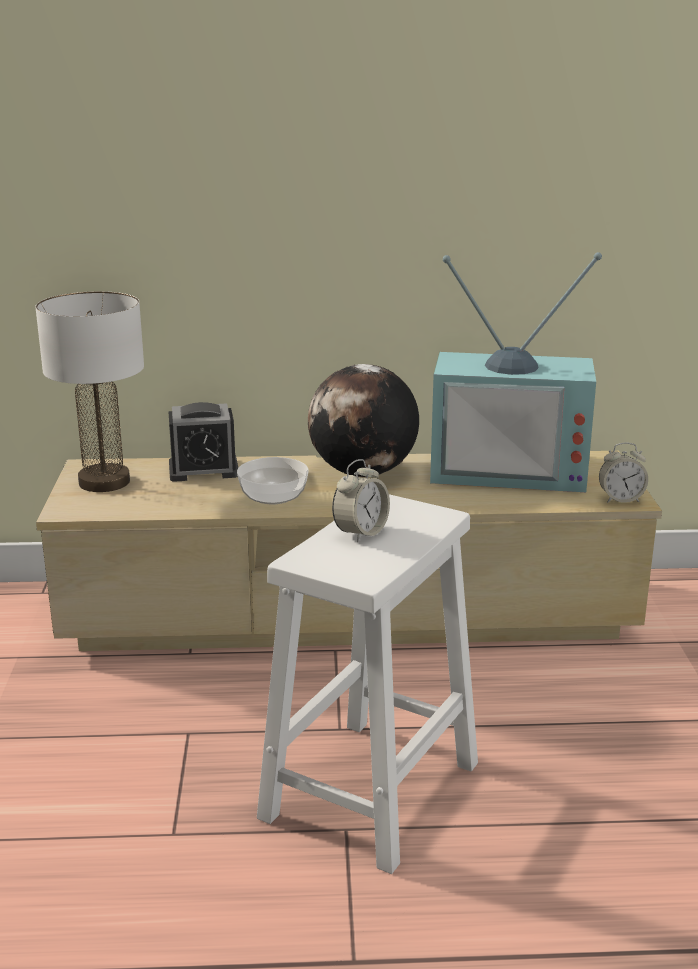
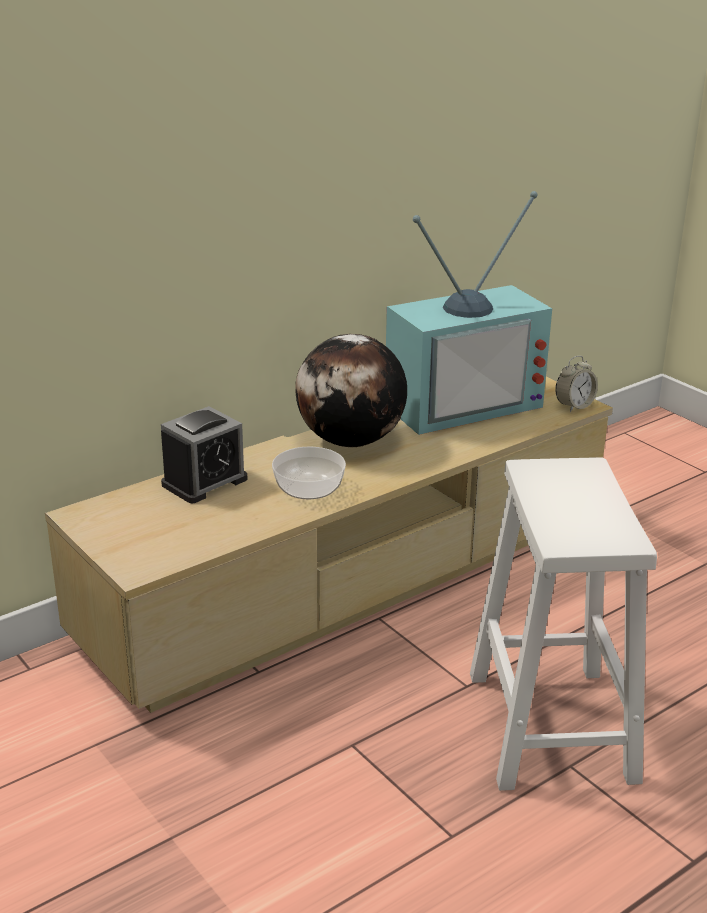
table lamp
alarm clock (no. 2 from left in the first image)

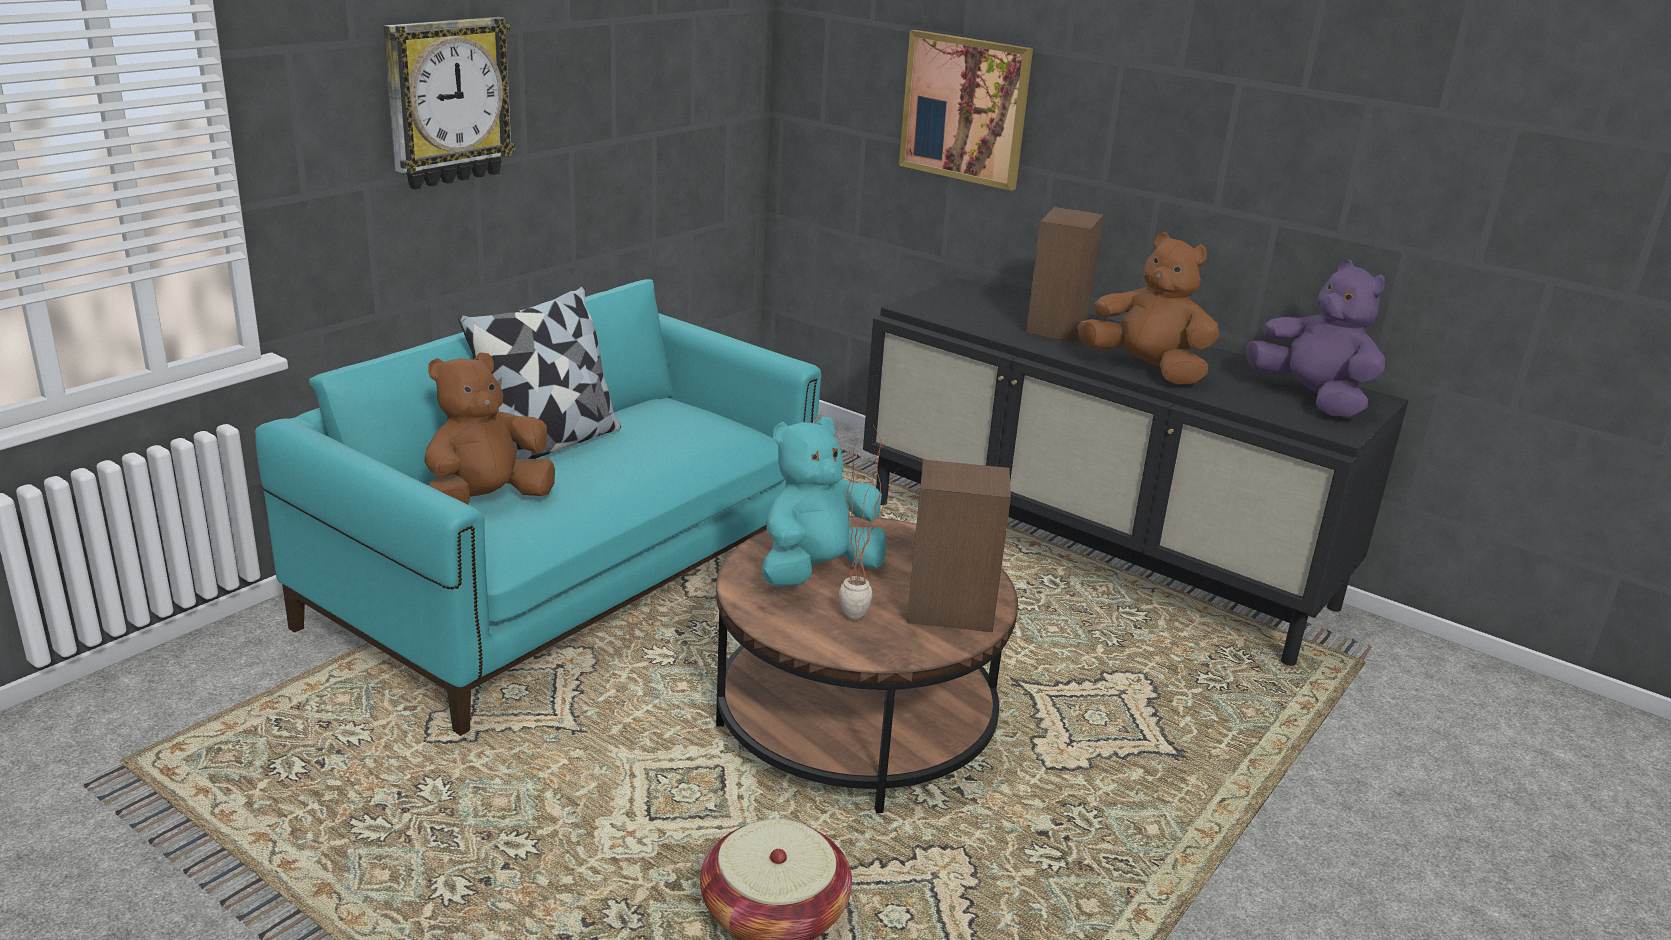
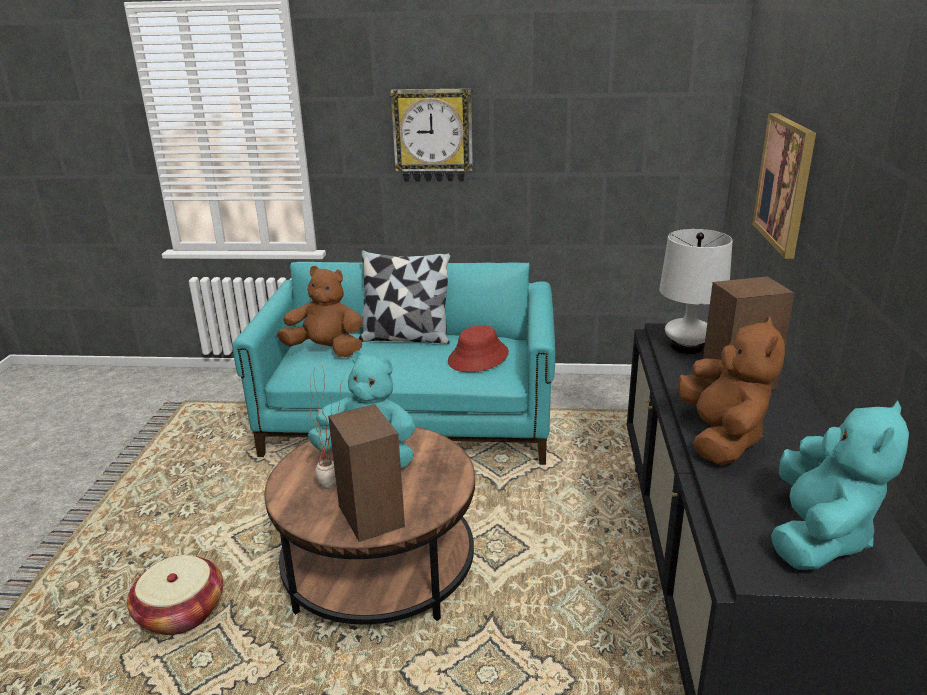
red hat
white table lamp
turquoise plush toy (no. 2 from left)

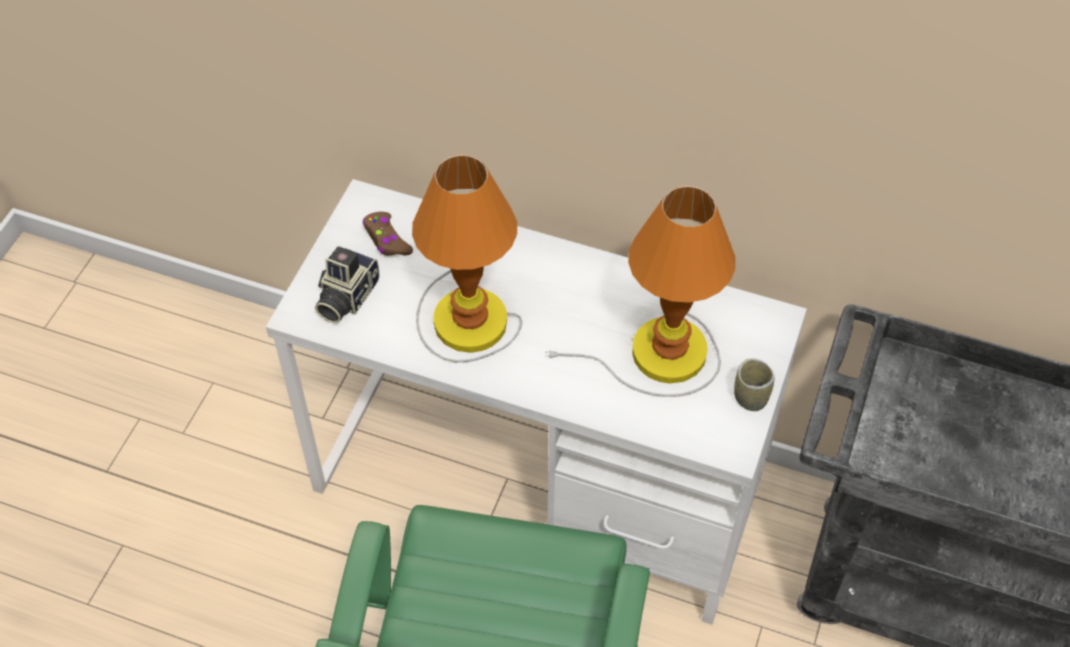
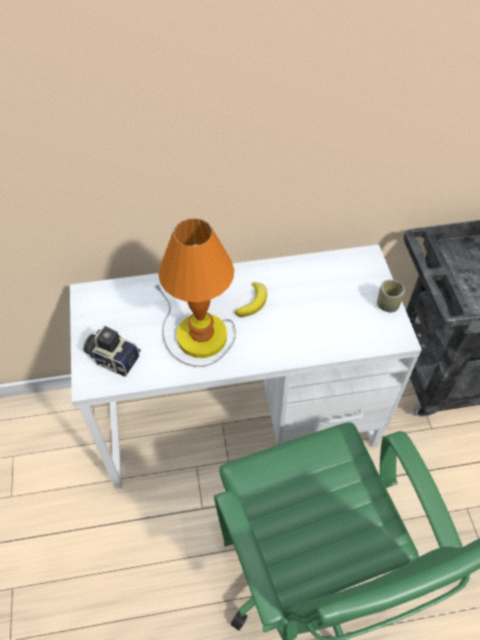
photo camera
banana
brown game controller
table lamp (no. 2 from left in the first image)

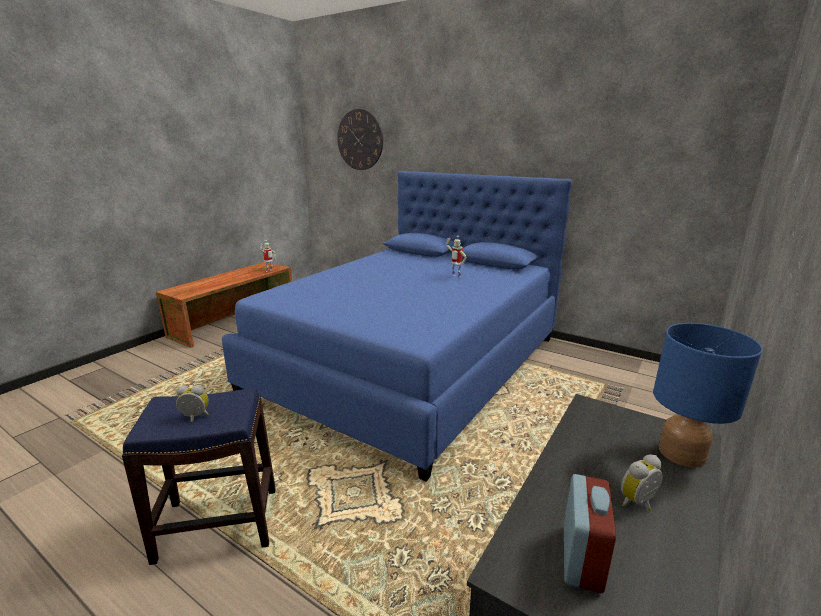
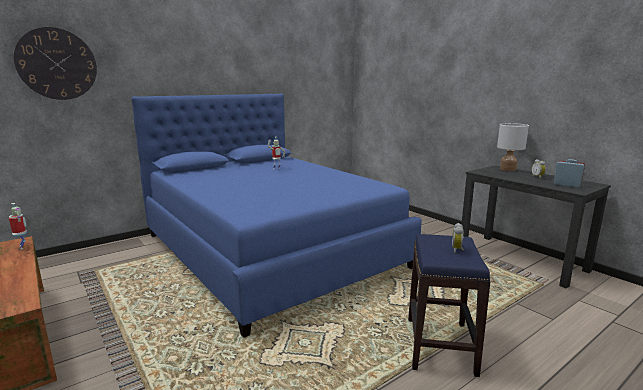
grey table lamp

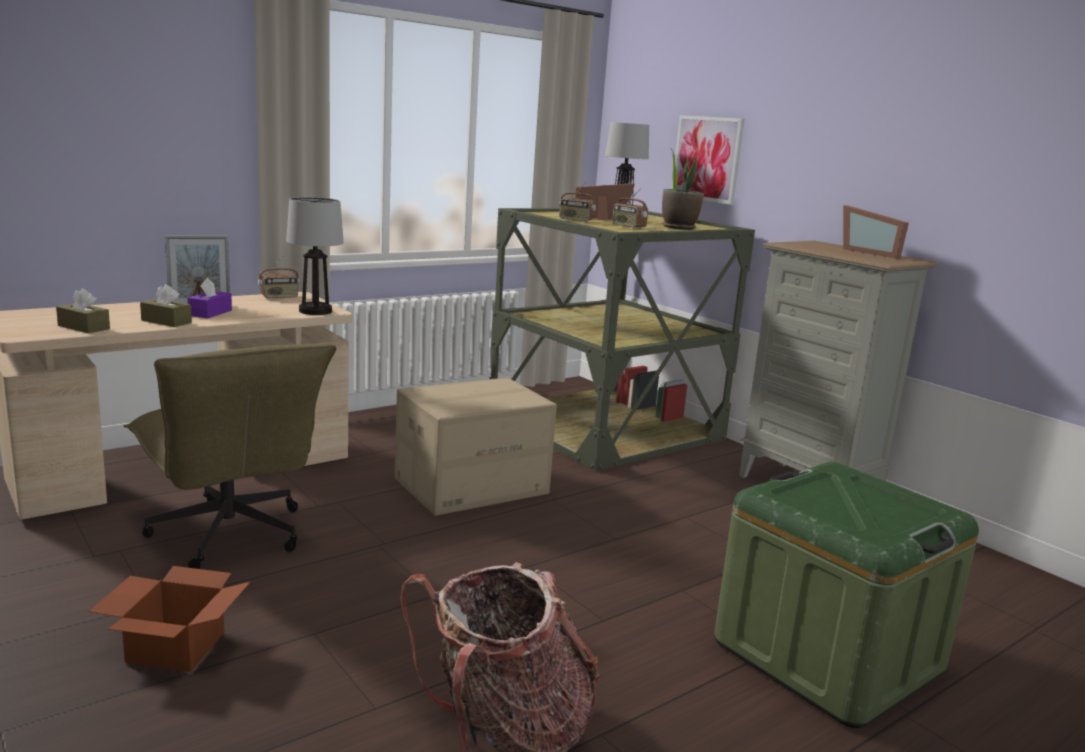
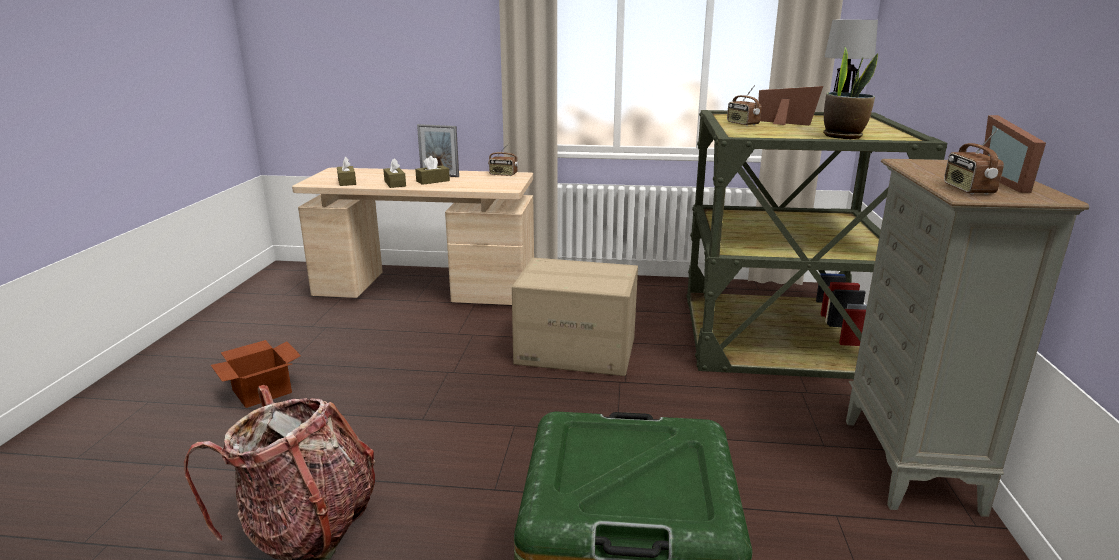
brown tissue box (no. 3 from left)
radio (no. 3 from left)
beige office chair
table lamp (no. 1 from left in the first image)
picture

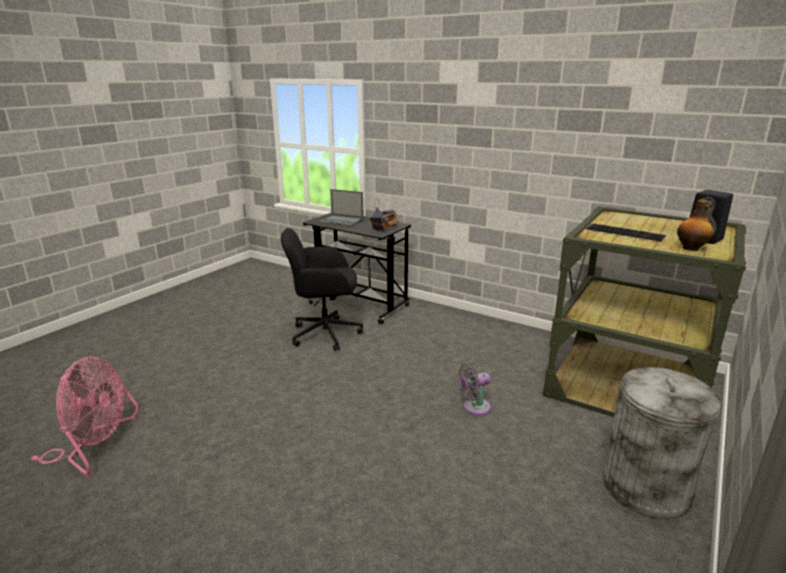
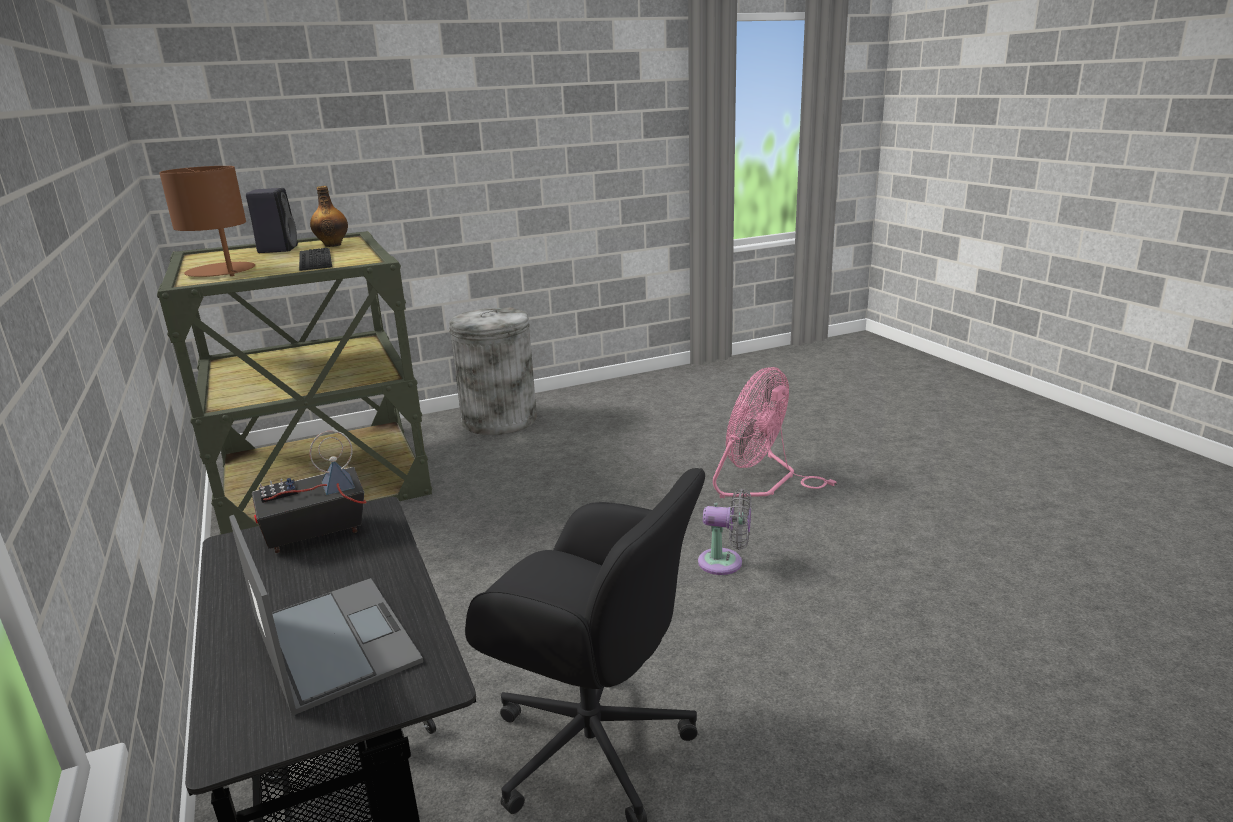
brown table lamp
grey fan
pink fan

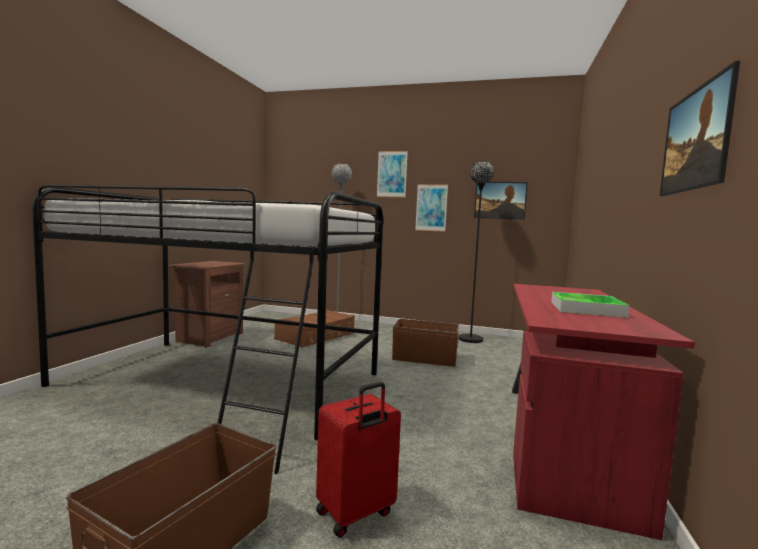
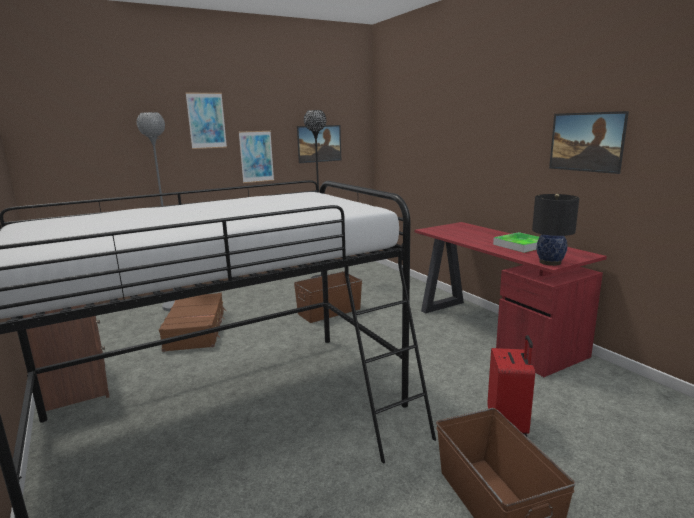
black table lamp

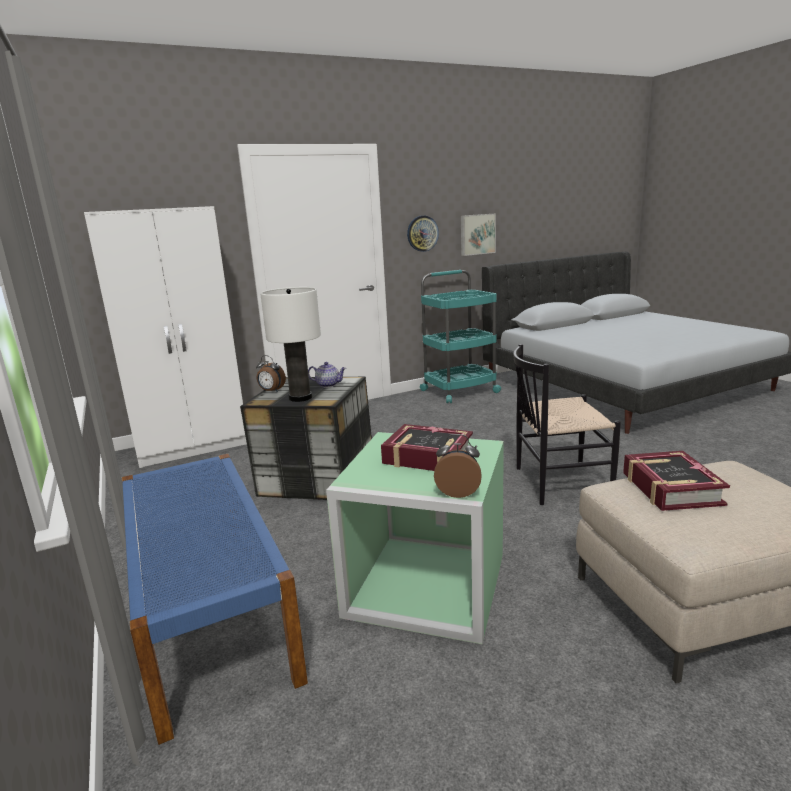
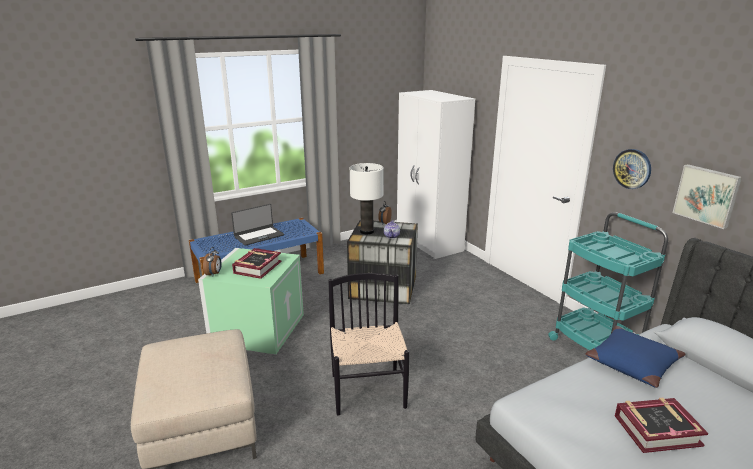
laptop
blue pillow
book (no. 2 from left)

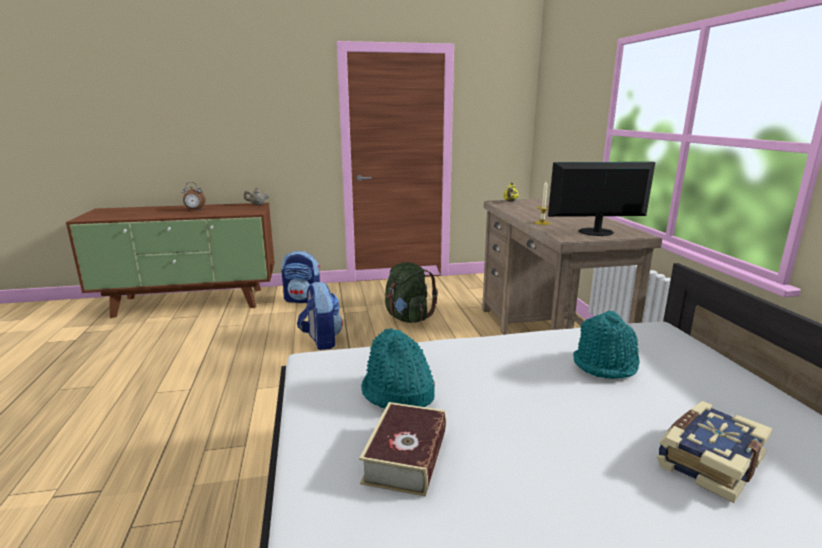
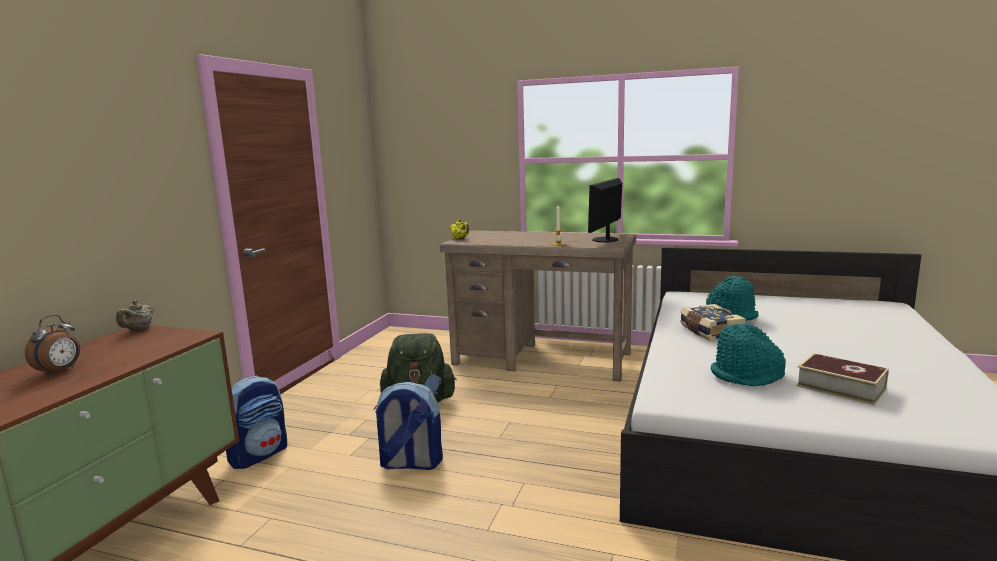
book (no. 1 from left)

